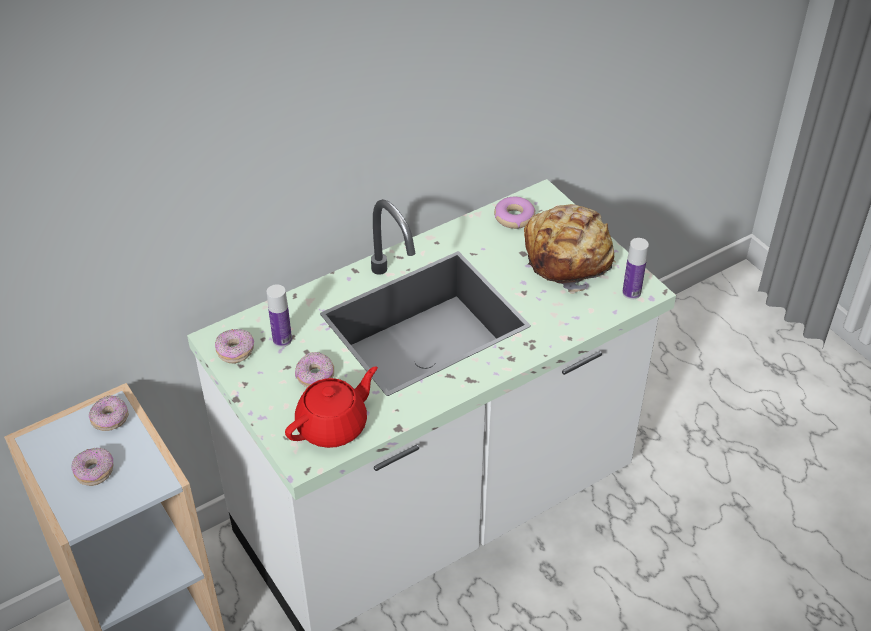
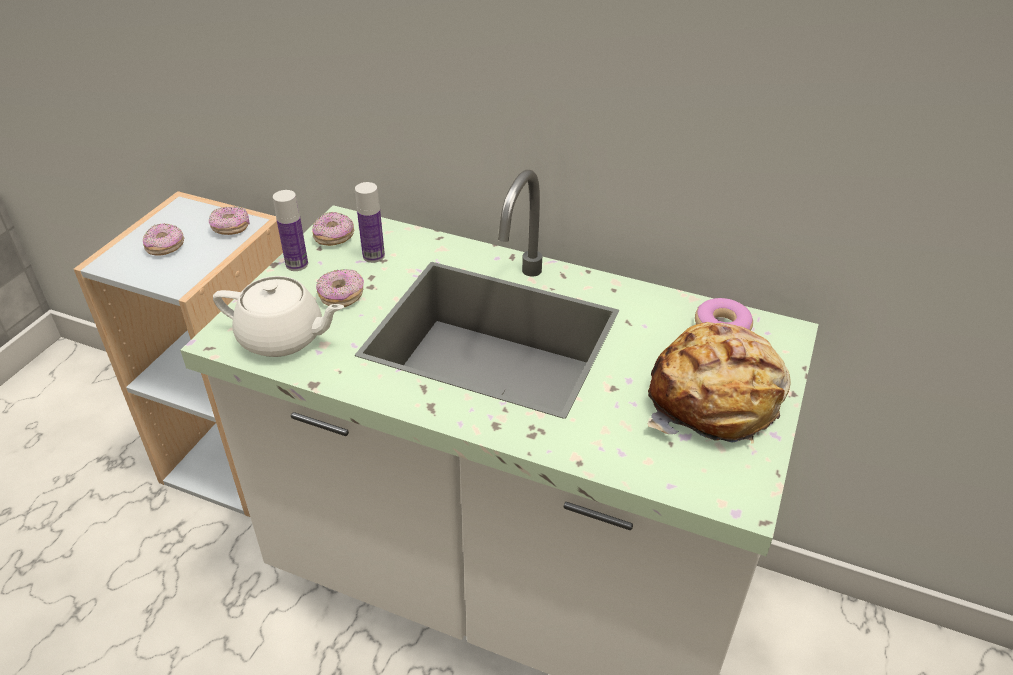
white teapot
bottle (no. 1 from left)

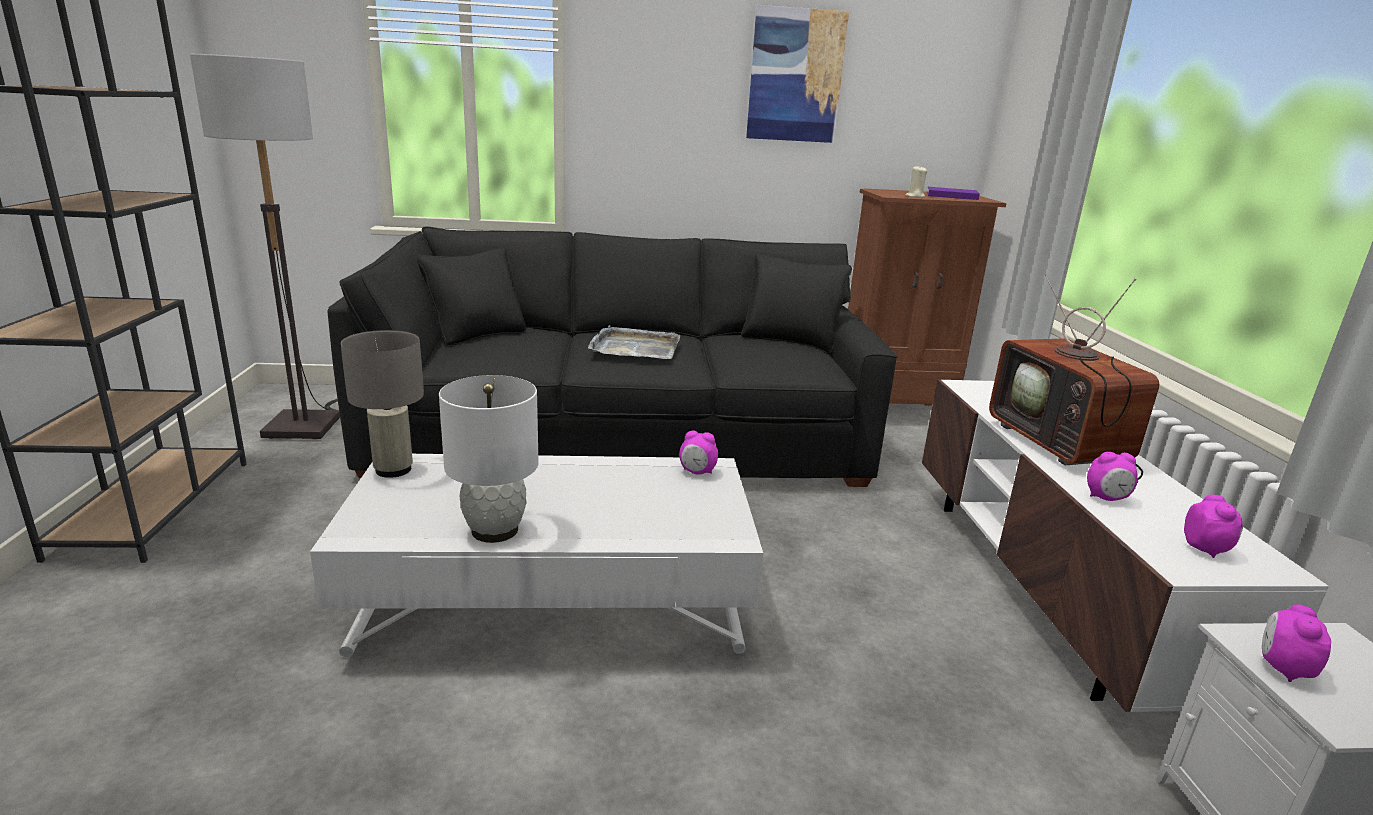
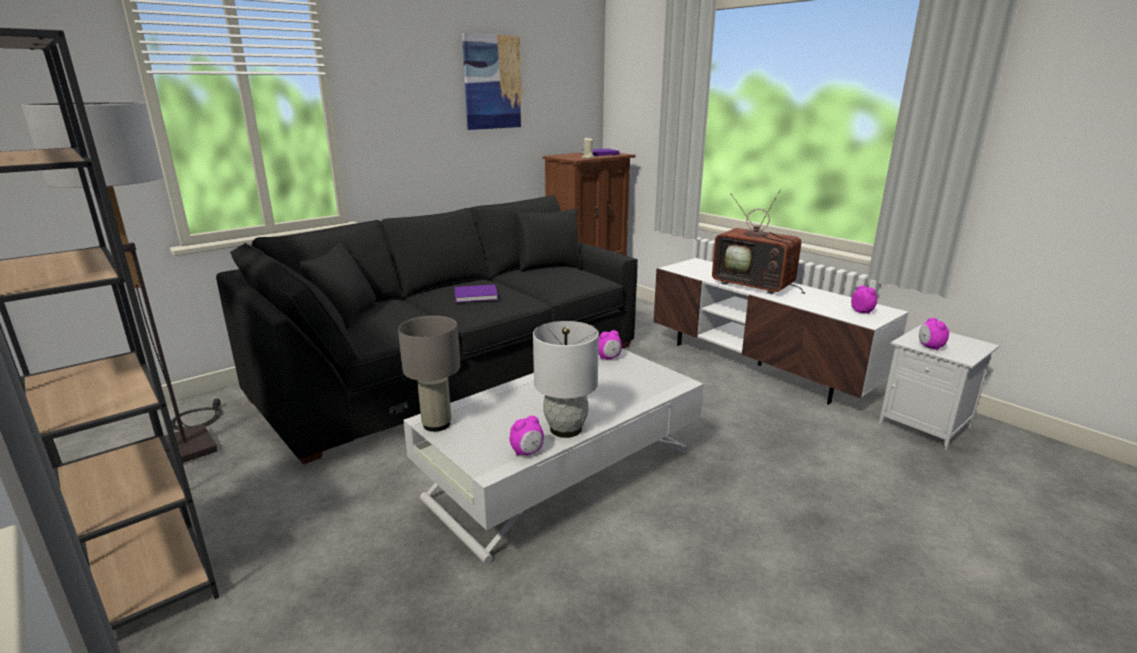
purple book (no. 1 from left)
alarm clock (no. 1 from left)

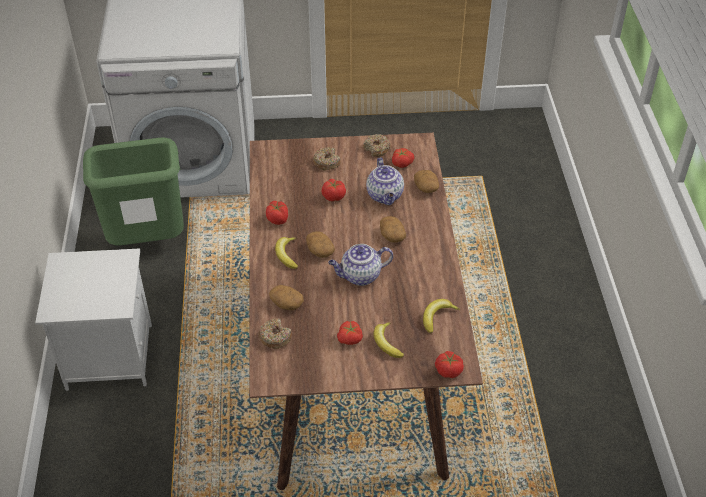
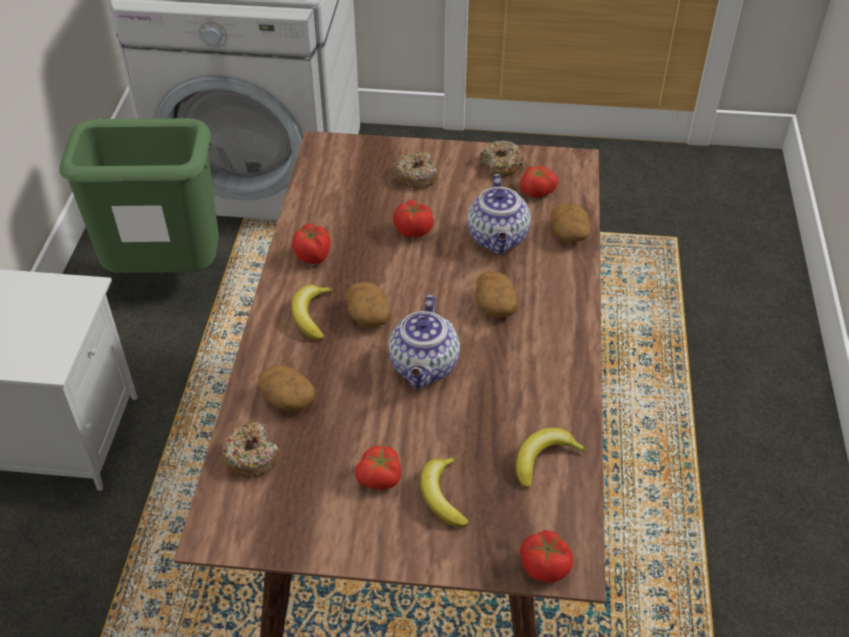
teapot (no. 1 from left)

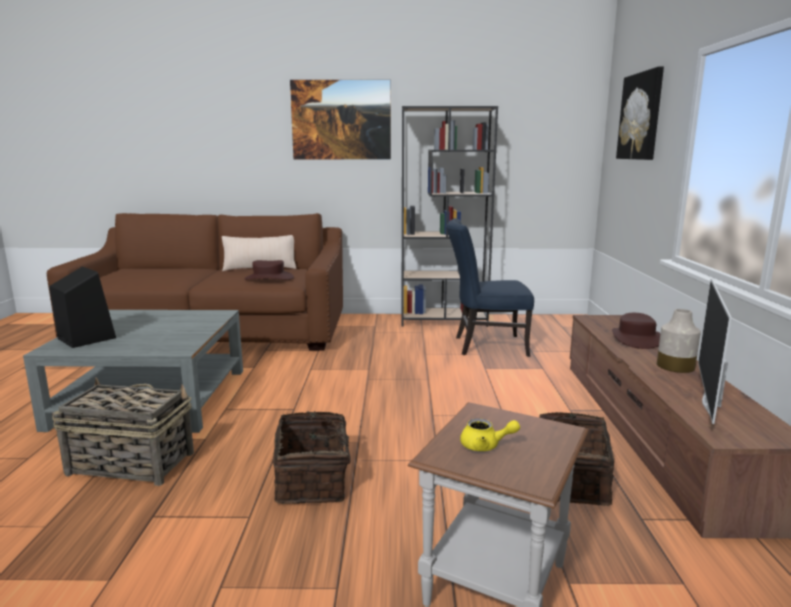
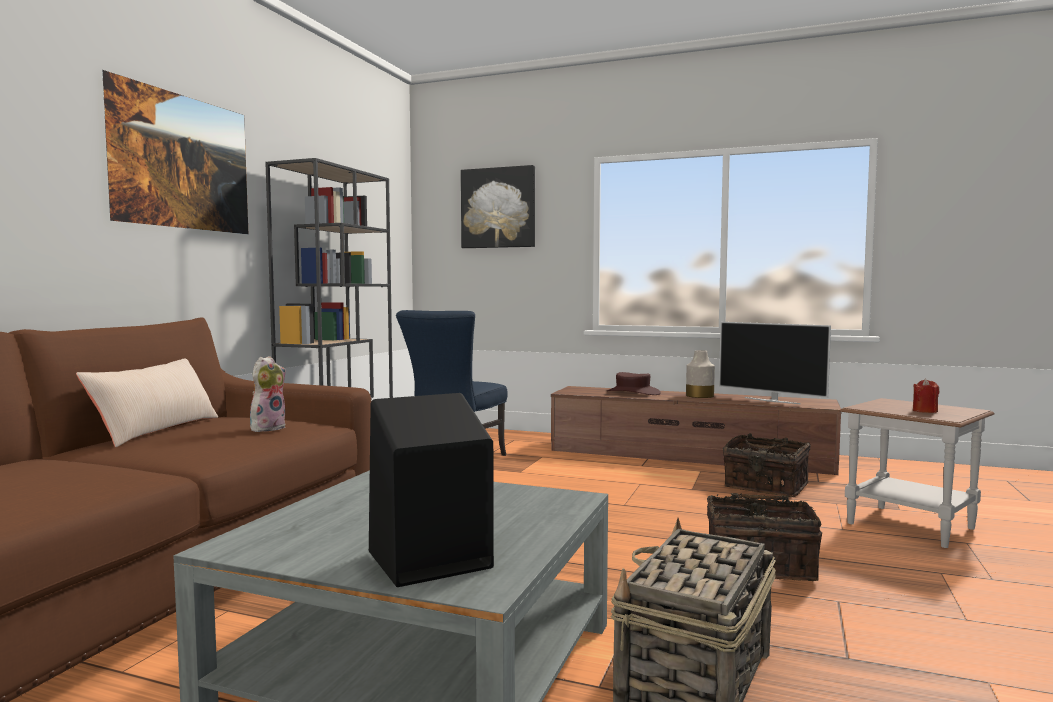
plush toy
red candle

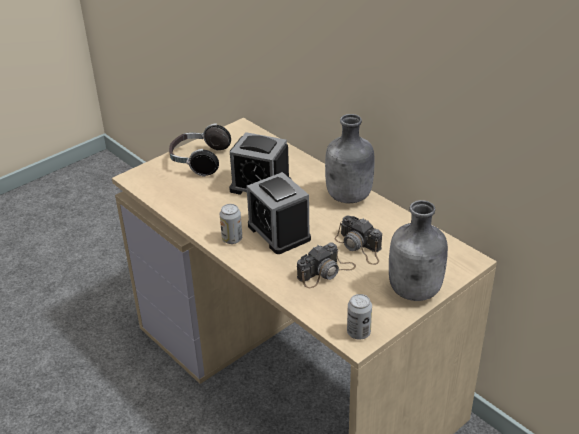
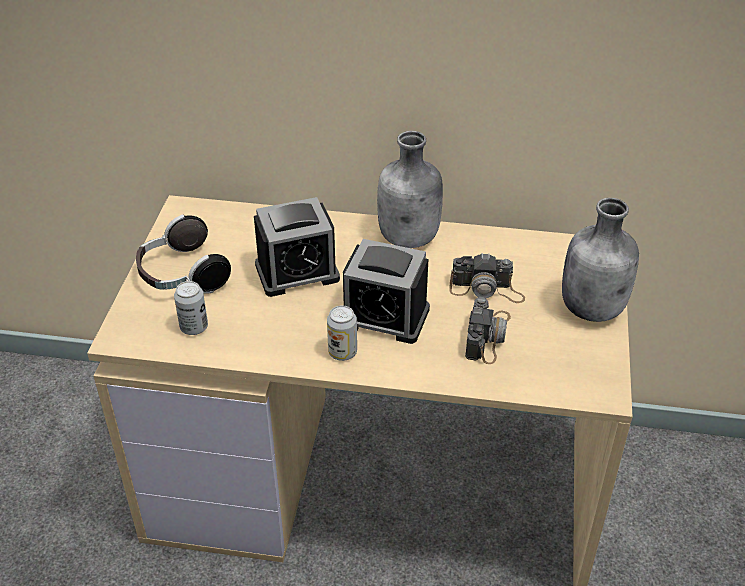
can (no. 1 from left)

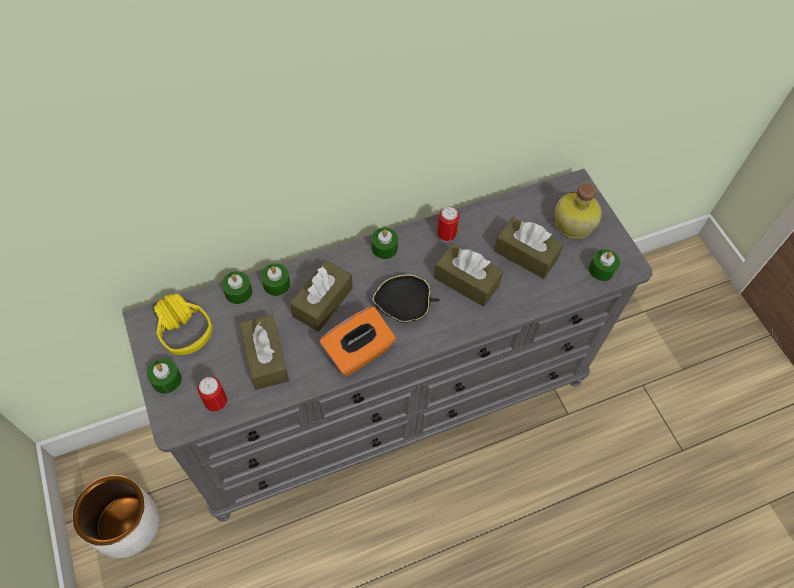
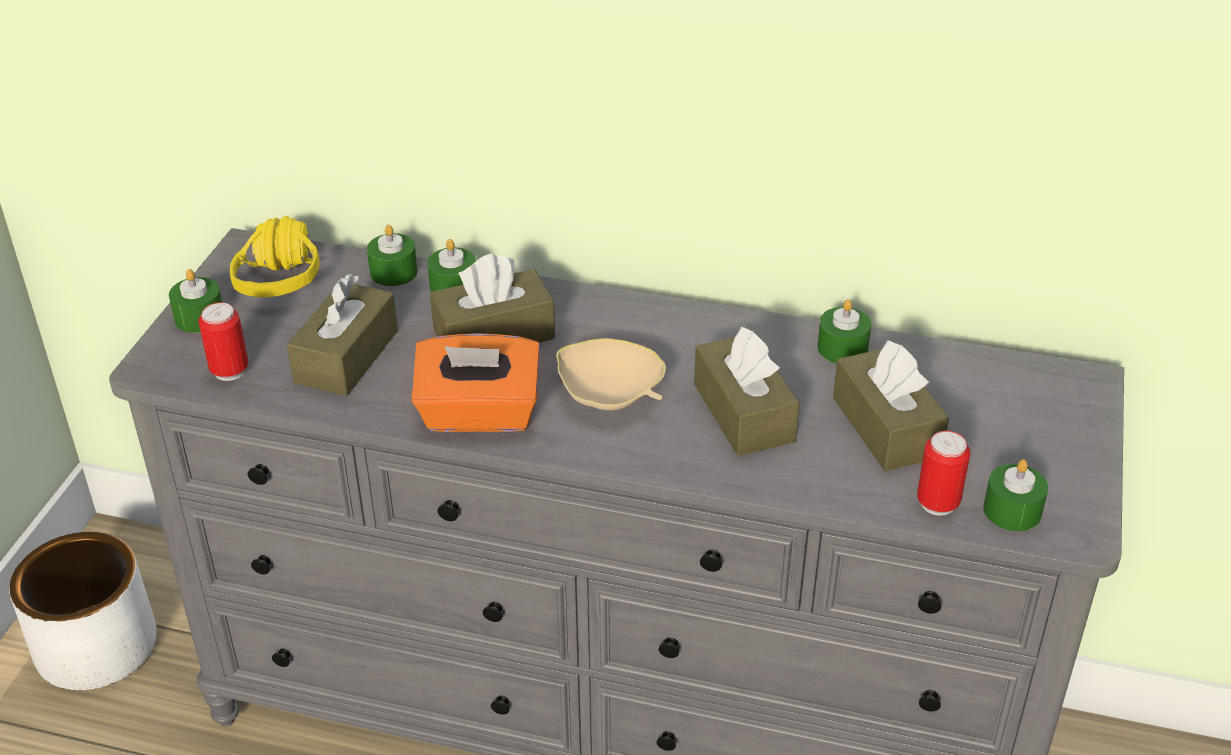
beige bowl
green candle (no. 4 from left)
can (no. 2 from left)
bottle

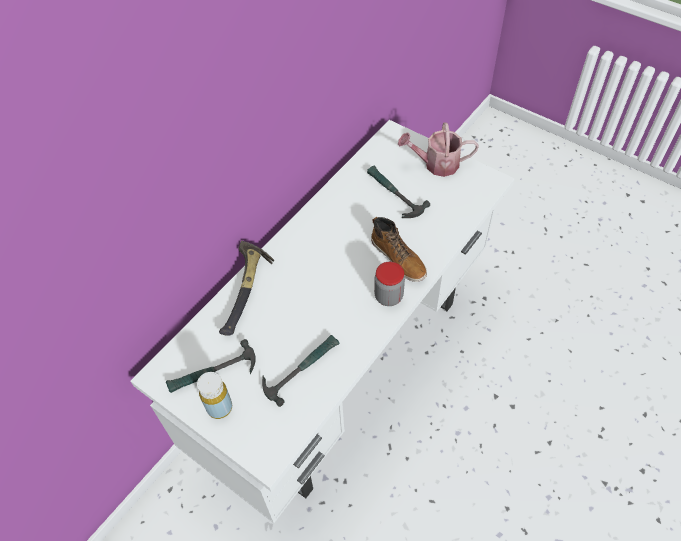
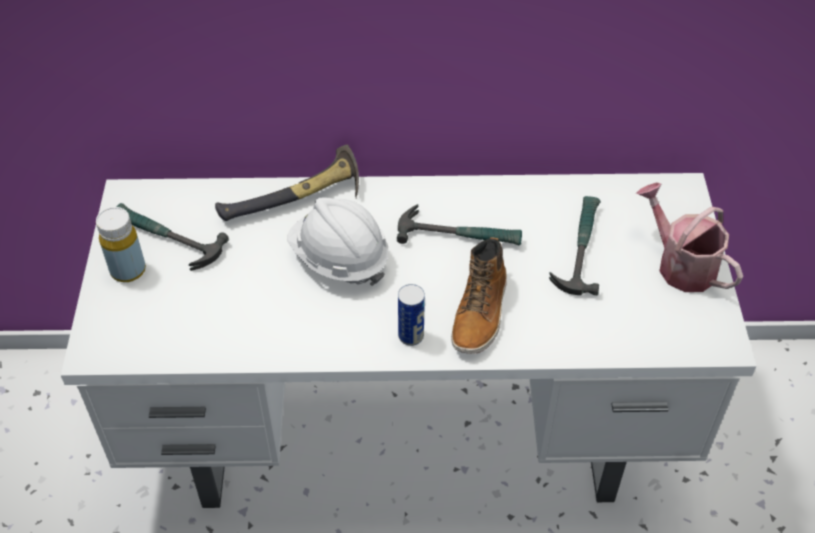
white hard hat
hammer (no. 3 from left)
can

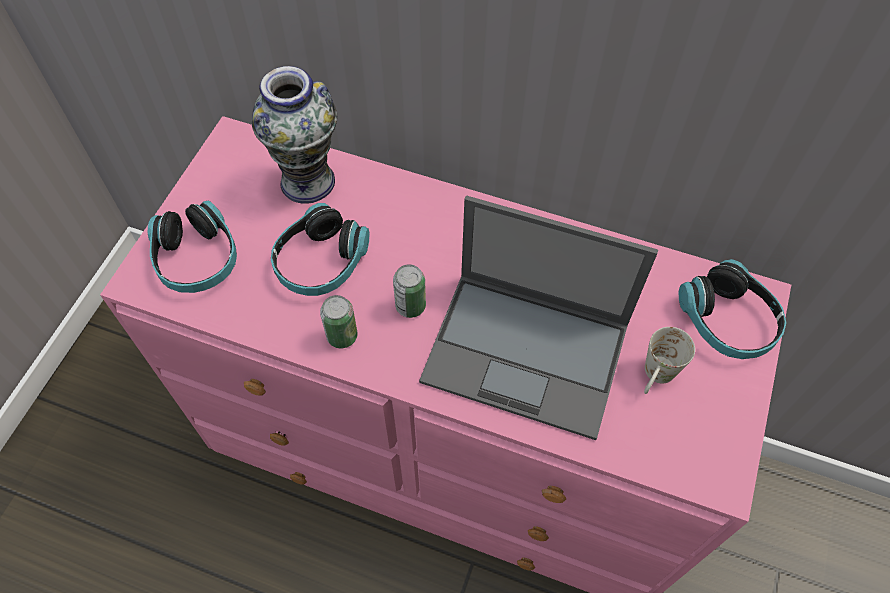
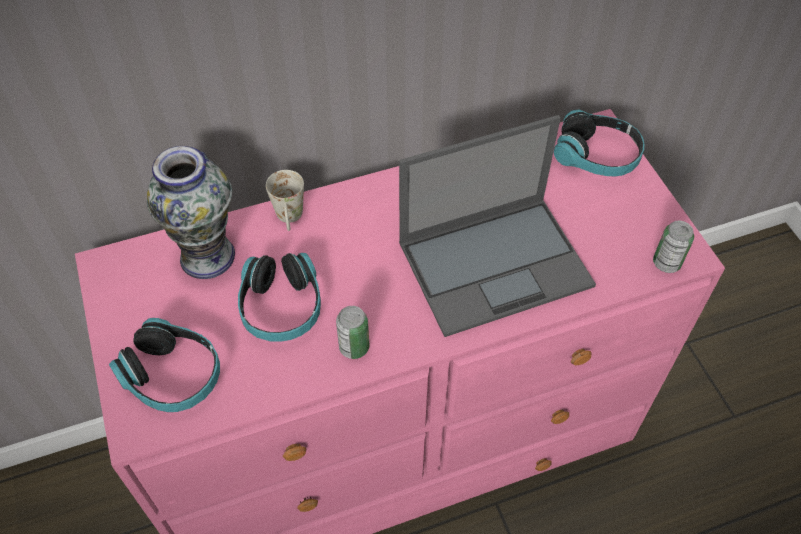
white mug
can (no. 2 from left)

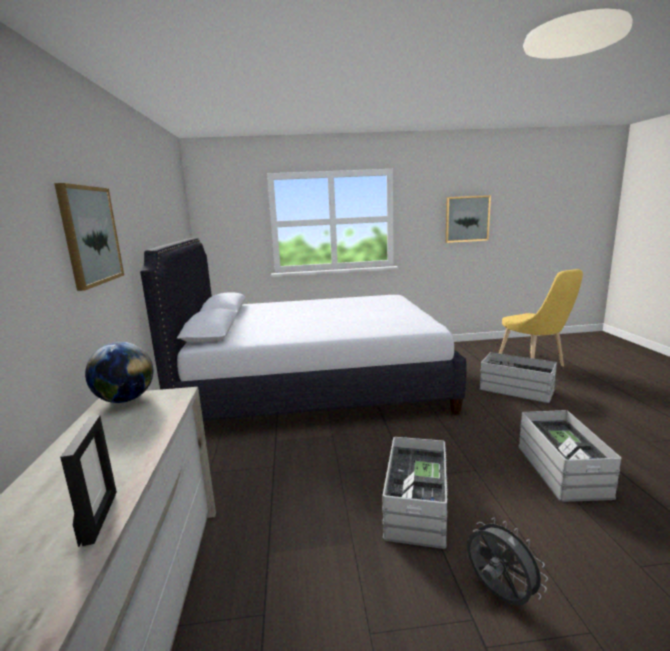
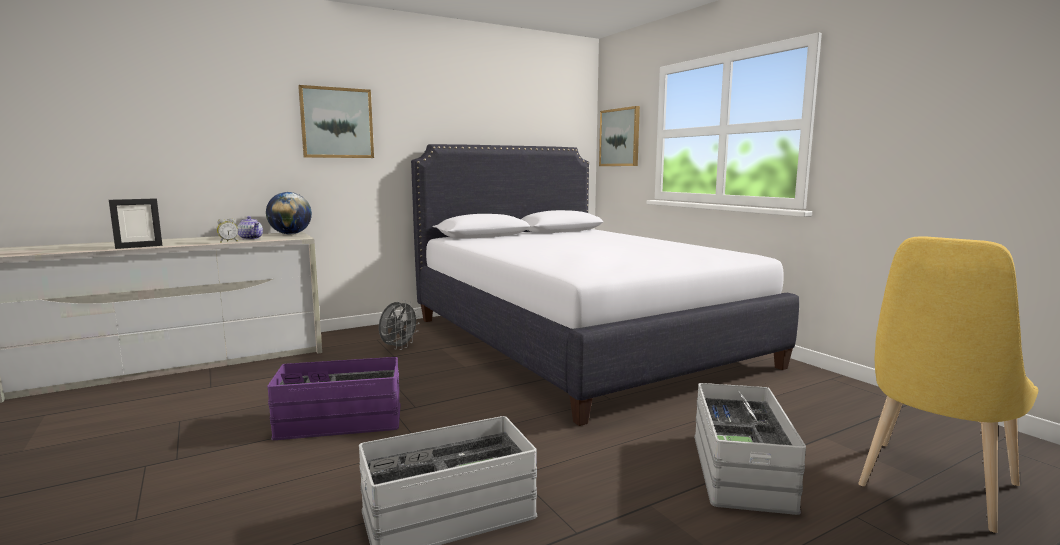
alarm clock
teapot
purple storage box
grey fan
picture (no. 2 from left)

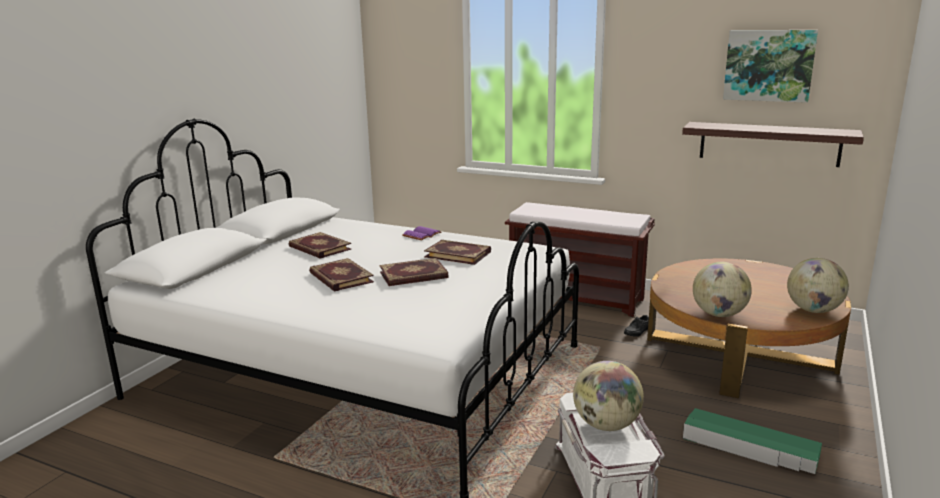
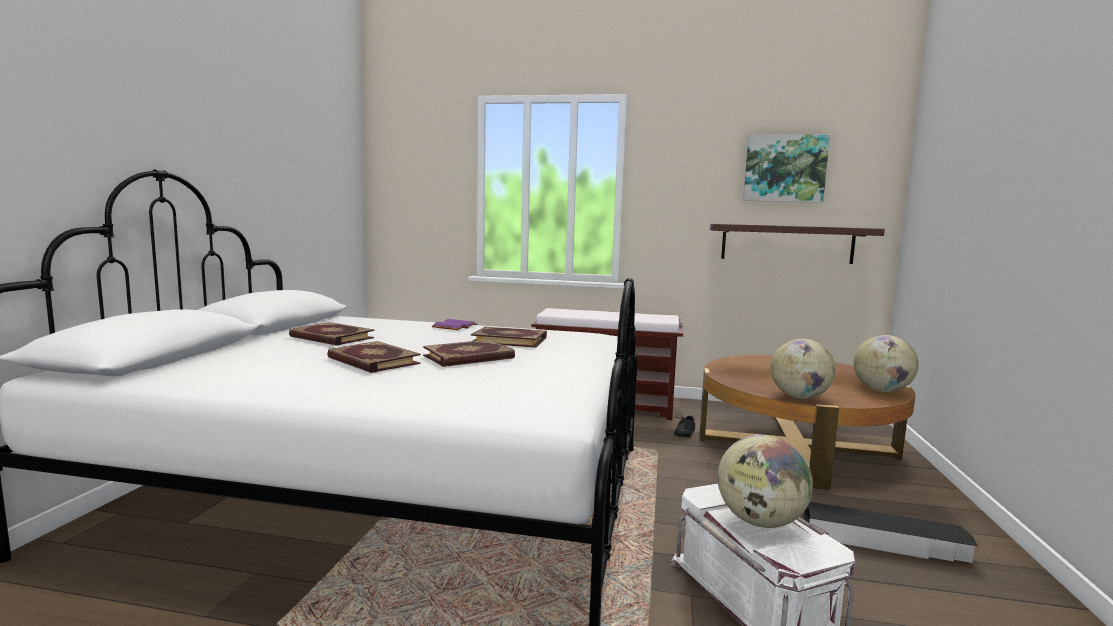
black storage box

